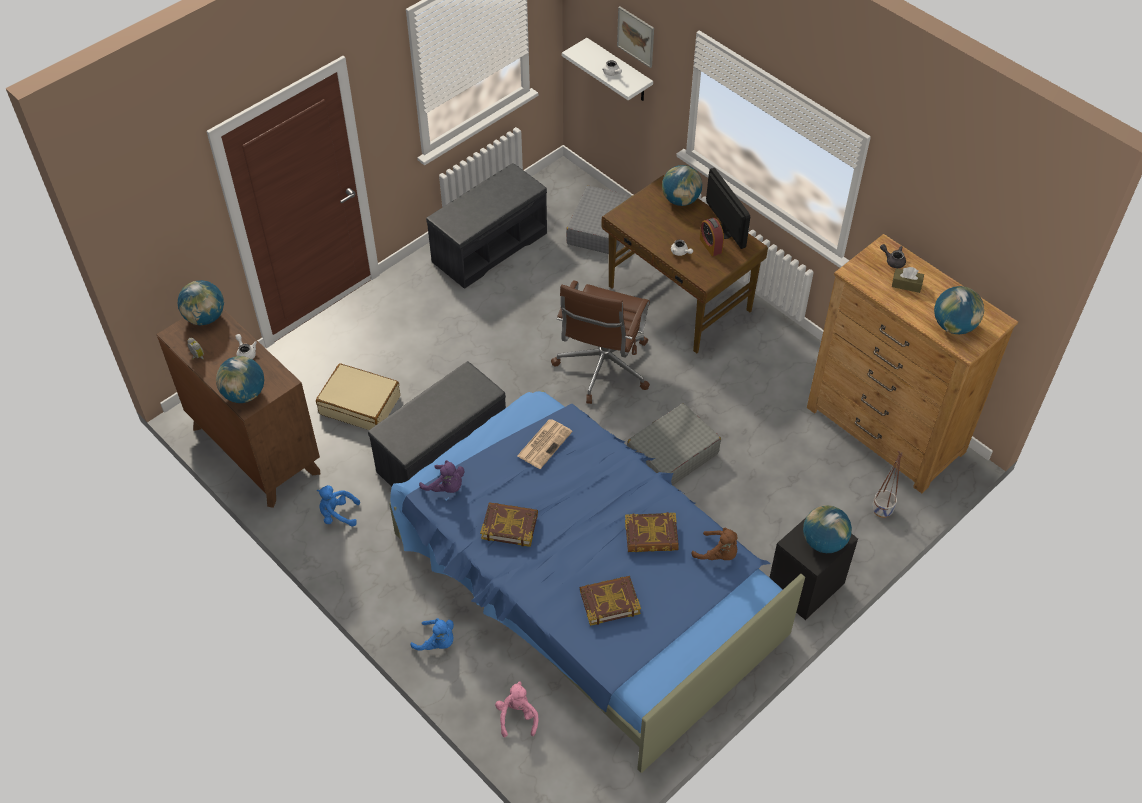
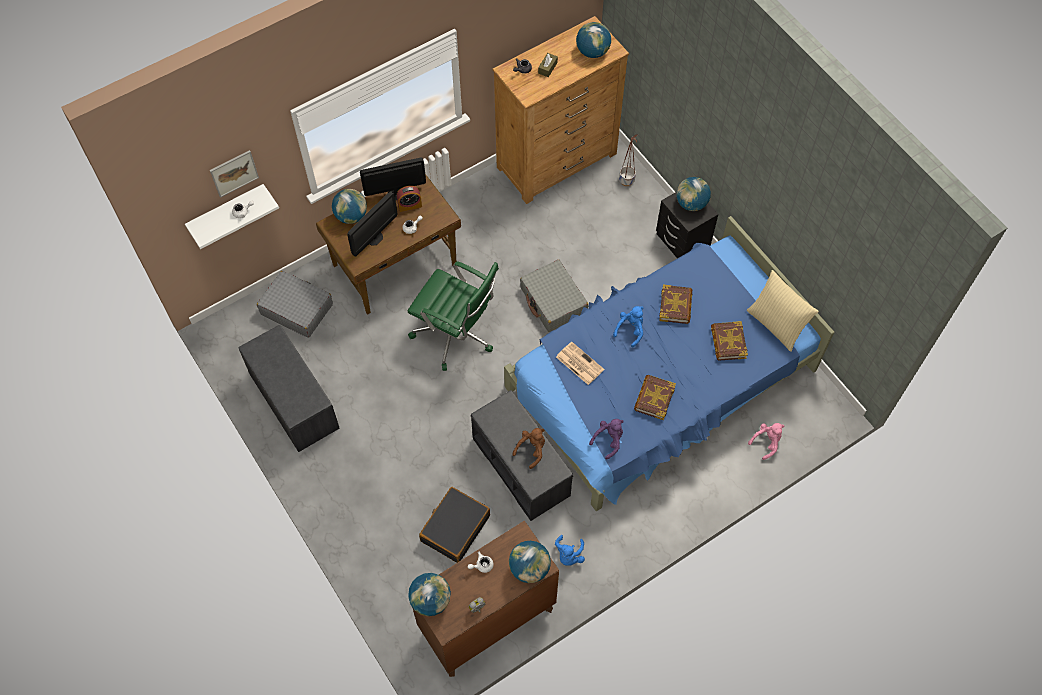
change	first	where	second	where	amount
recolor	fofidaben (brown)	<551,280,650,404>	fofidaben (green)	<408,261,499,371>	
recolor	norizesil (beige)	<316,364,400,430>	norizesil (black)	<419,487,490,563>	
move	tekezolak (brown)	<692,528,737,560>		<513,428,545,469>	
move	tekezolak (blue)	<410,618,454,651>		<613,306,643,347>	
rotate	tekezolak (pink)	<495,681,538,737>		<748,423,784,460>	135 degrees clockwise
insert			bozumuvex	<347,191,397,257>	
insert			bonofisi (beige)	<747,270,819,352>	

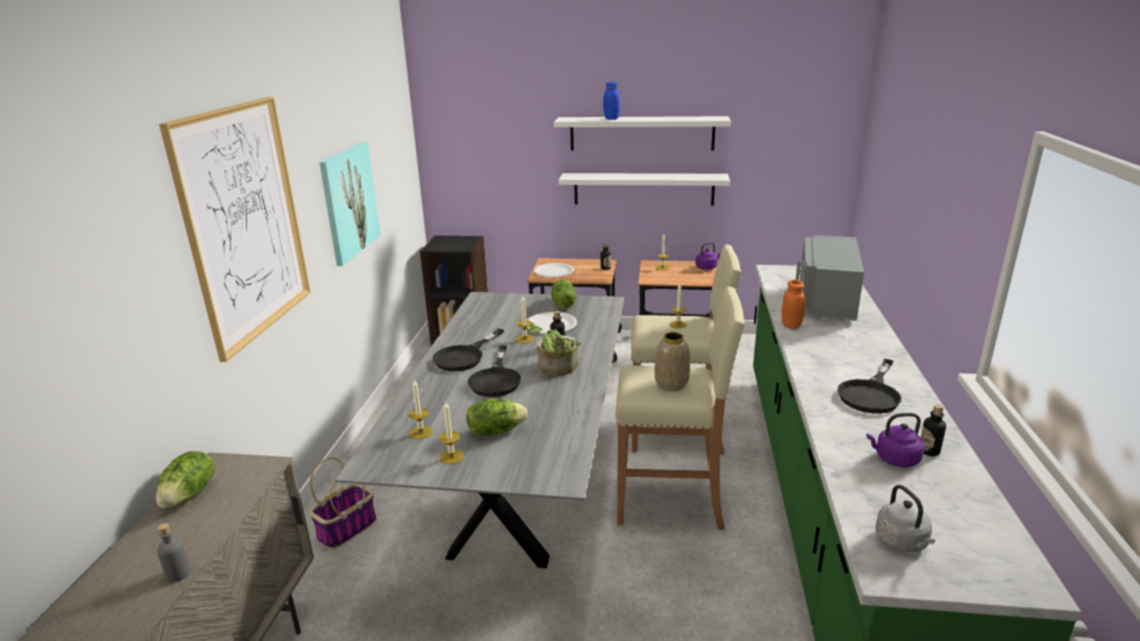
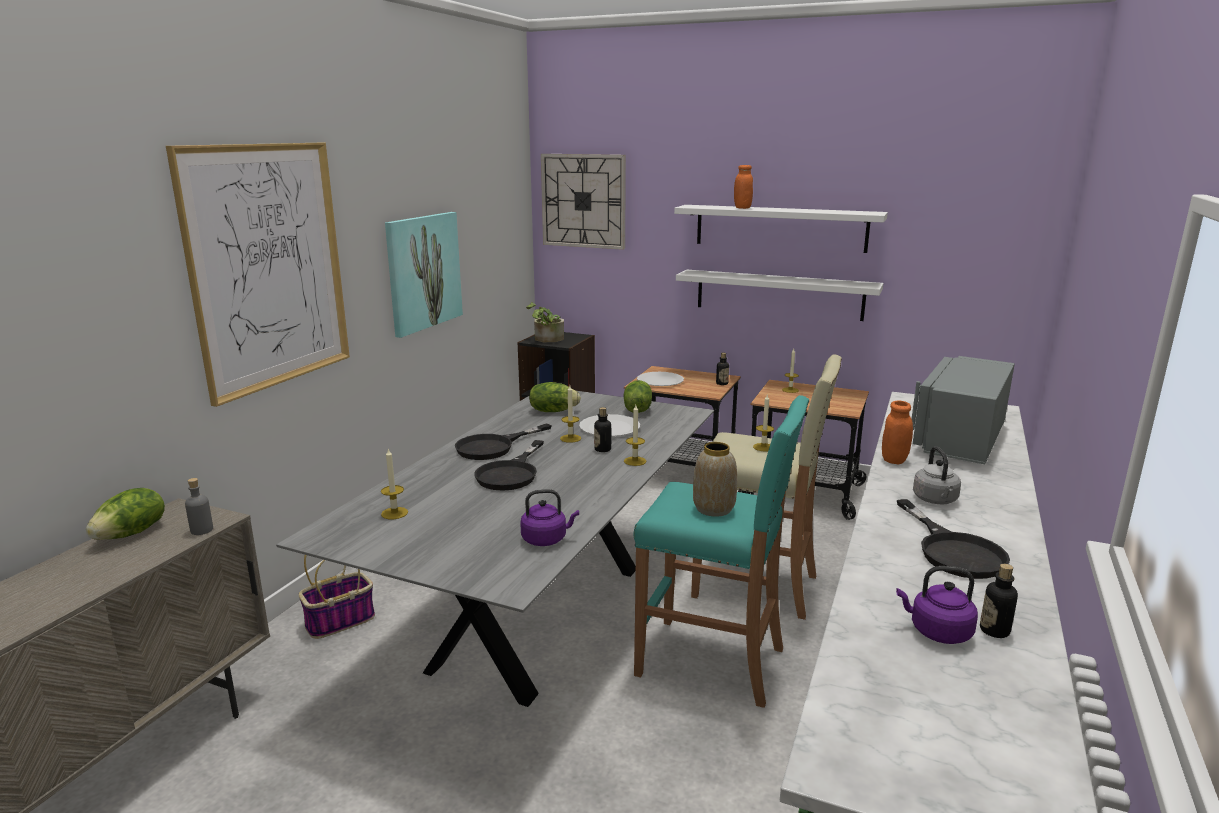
change	first	where	second	where	amount
recolor	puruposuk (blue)	<603,82,620,120>	puruposuk (orange)	<734,165,753,209>	
move	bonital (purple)	<695,242,721,270>		<520,489,579,546>	
recolor	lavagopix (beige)	<615,286,745,530>	lavagopix (turquoise)	<634,395,809,708>	
move	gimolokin	<528,323,581,376>		<526,302,564,342>	
rotate	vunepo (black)	<837,359,902,414>		<897,499,1010,579>	60 degrees counterclockwise
move	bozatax	<467,399,528,436>		<529,382,581,412>	
move	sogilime	<439,401,464,464>		<624,405,646,466>	
move	bonital (grey)	<875,485,935,552>		<913,446,961,504>	
move	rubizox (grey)	<157,523,191,582>		<185,478,213,535>	
insert			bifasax	<541,154,626,250>	

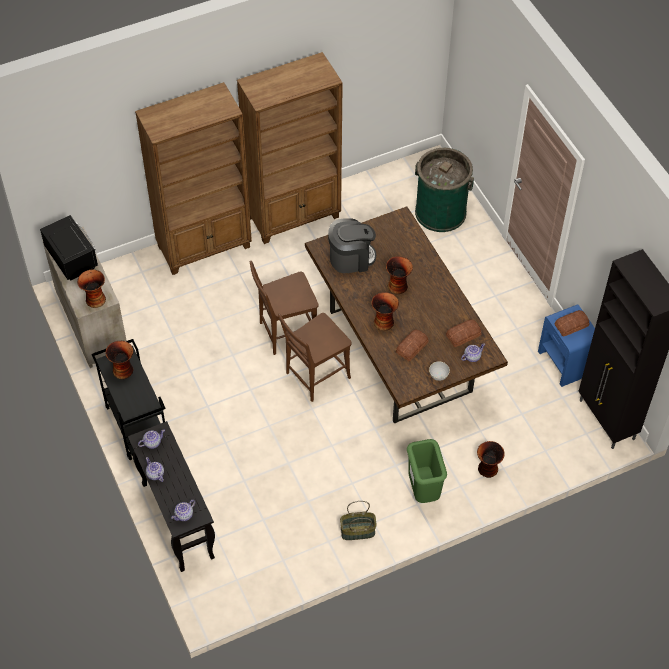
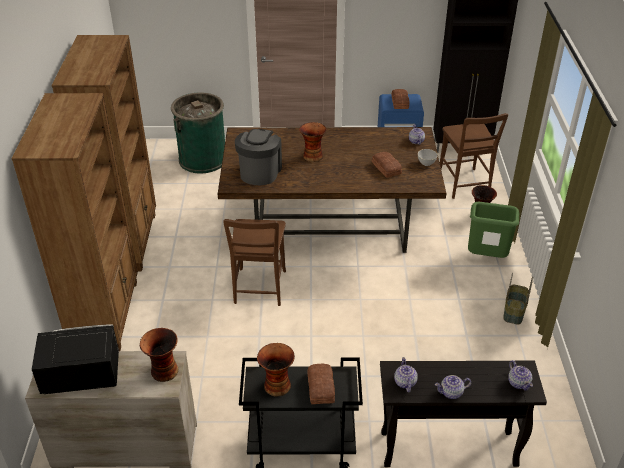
change	first	where	second	where	amount
delete	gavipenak	<371,292,399,331>			
move	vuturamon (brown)	<278,313,352,402>		<440,113,508,199>	
move	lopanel	<446,319,482,347>		<308,363,335,404>	

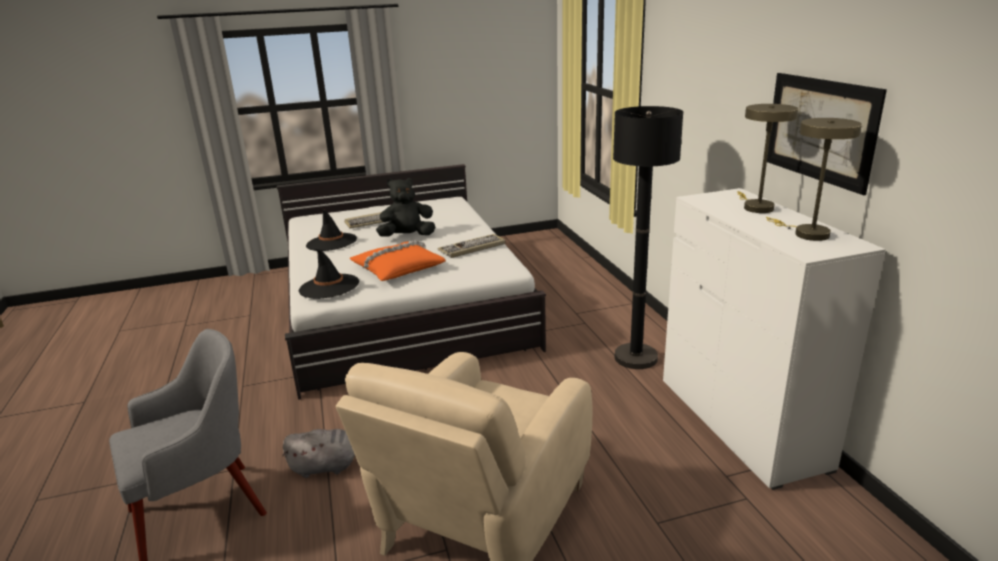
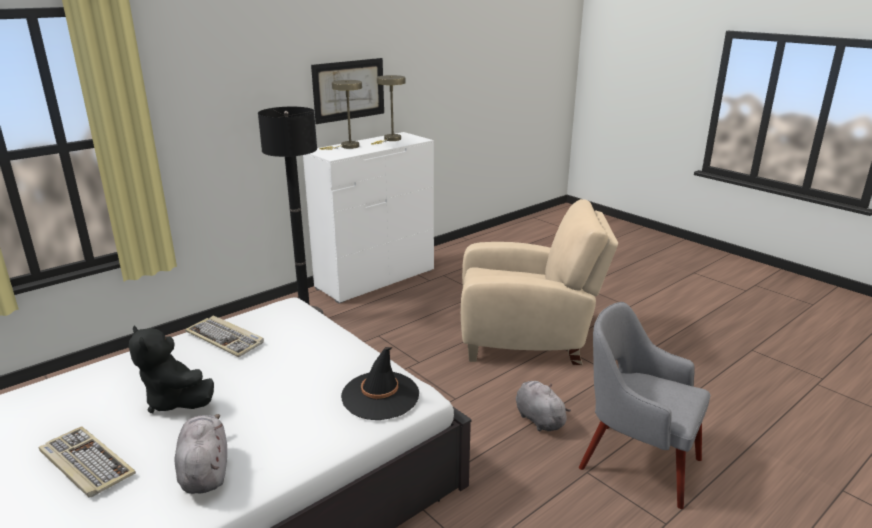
change	first	where	second	where	amount
replace	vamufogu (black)	<306,210,357,251>	tekezolak (grey)	<174,414,227,494>	
delete	bonofisi (orange)	<349,241,446,281>			

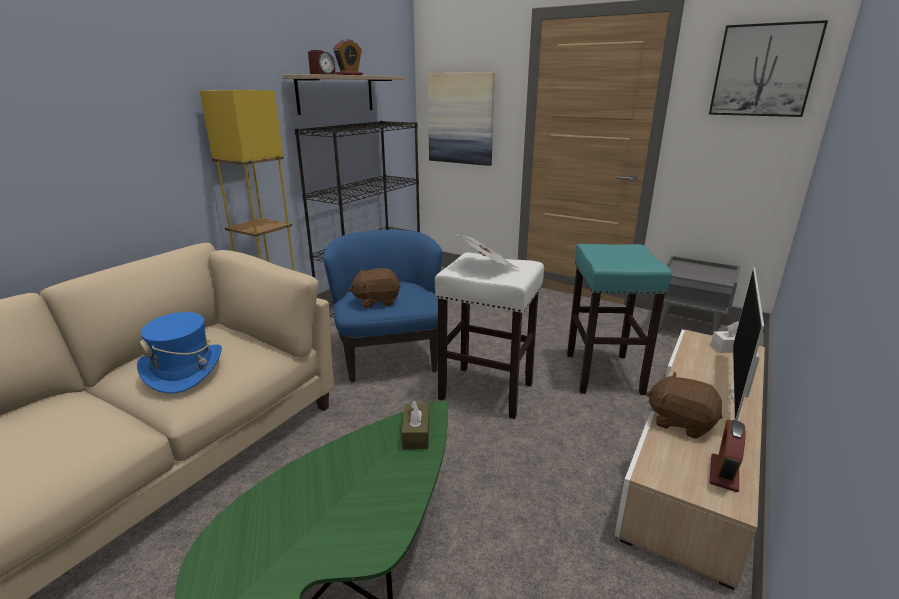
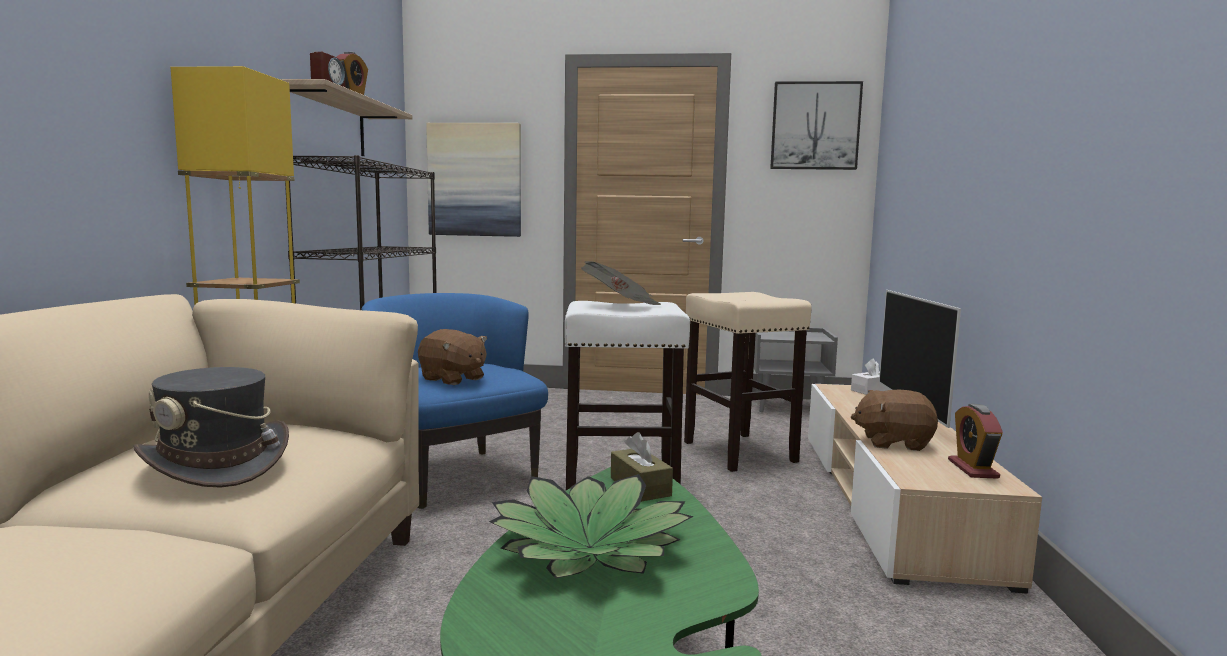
change	first	where	second	where	amount
recolor	lavagopix (turquoise)	<567,244,672,395>	lavagopix (beige)	<684,292,812,472>	
rotate	tekezolak (brown)	<349,268,401,308>		<418,329,487,385>	105 degrees counterclockwise
recolor	vamufogu (blue)	<137,312,222,393>	vamufogu (grey)	<133,367,289,488>	
insert			gimolokin	<489,474,694,579>	

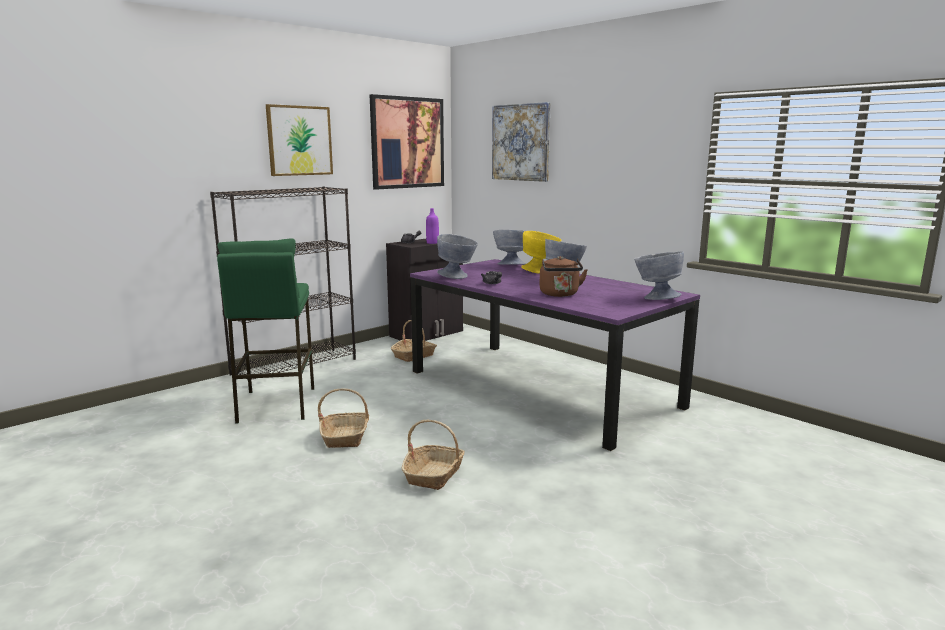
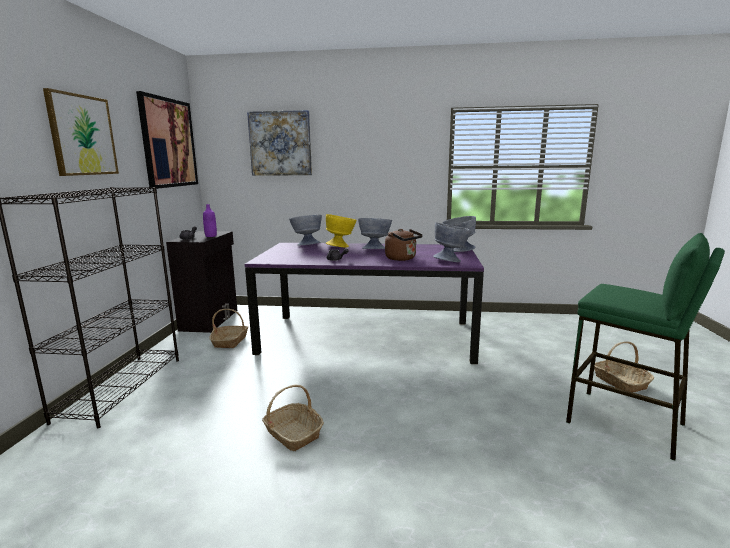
change	first	where	second	where	amount
move	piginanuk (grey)	<437,234,478,279>		<433,222,472,262>	
move	lavagopix (green)	<217,238,314,424>		<566,233,725,461>	
move	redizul	<402,420,465,490>		<594,342,654,392>	

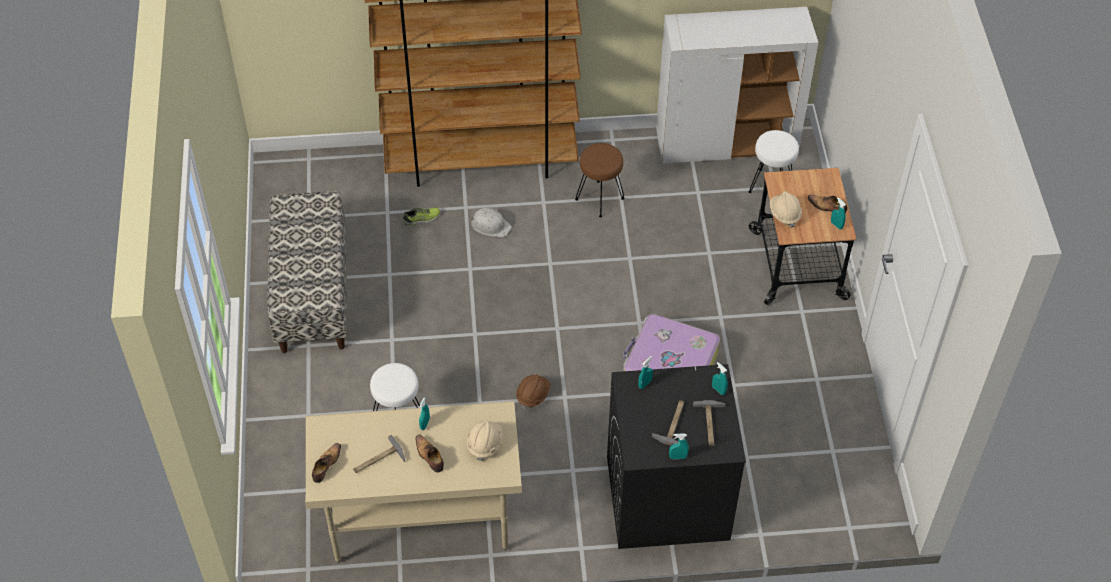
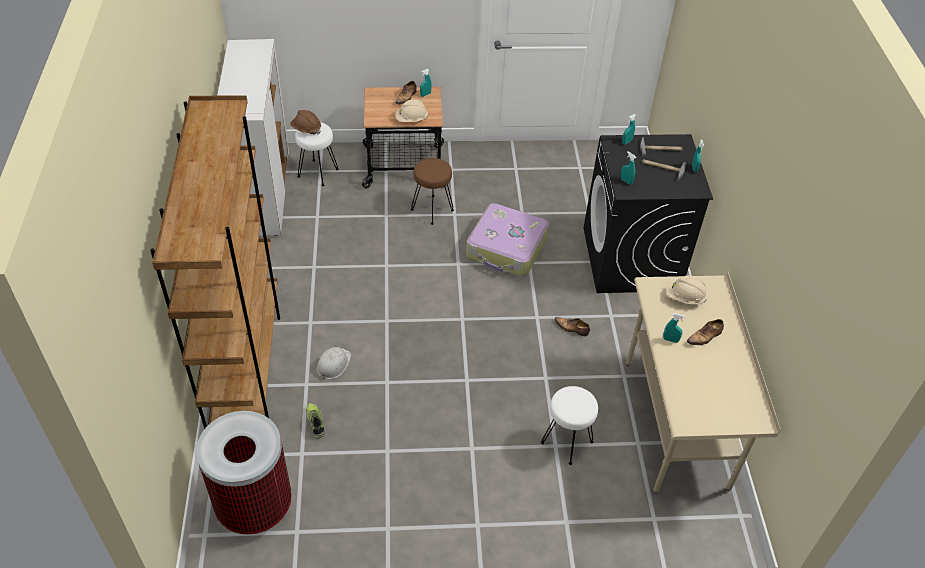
change	first	where	second	where	amount
move	lavagopix (brown)	<575,143,624,217>		<411,158,454,225>	
delete	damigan	<267,191,347,353>			
move	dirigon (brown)	<516,374,551,410>		<290,110,321,135>	
delete	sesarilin	<353,435,405,473>			
move	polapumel	<312,443,341,483>		<555,317,590,336>	
insert			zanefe	<196,411,292,535>	

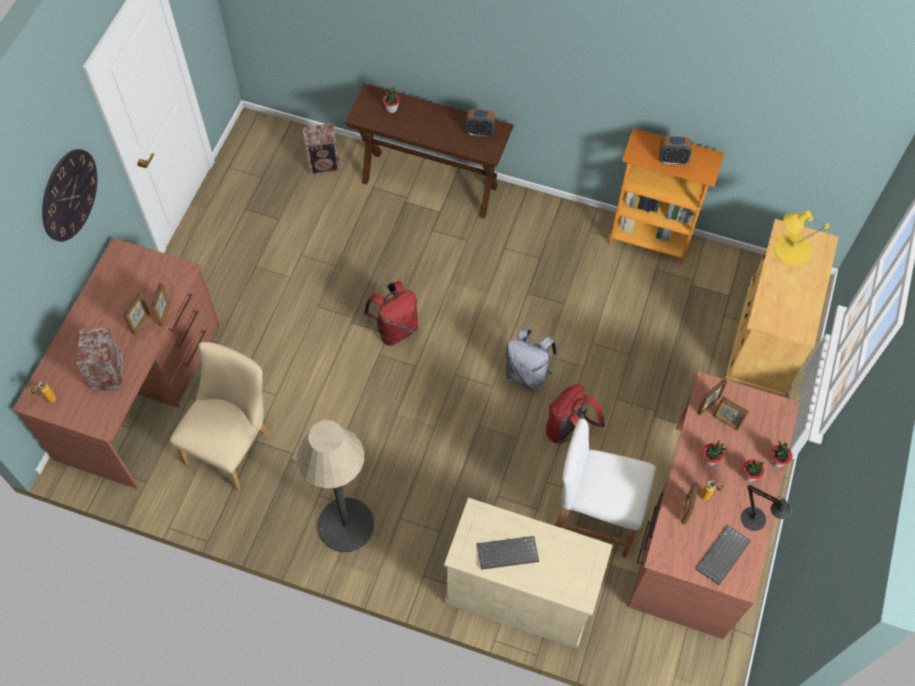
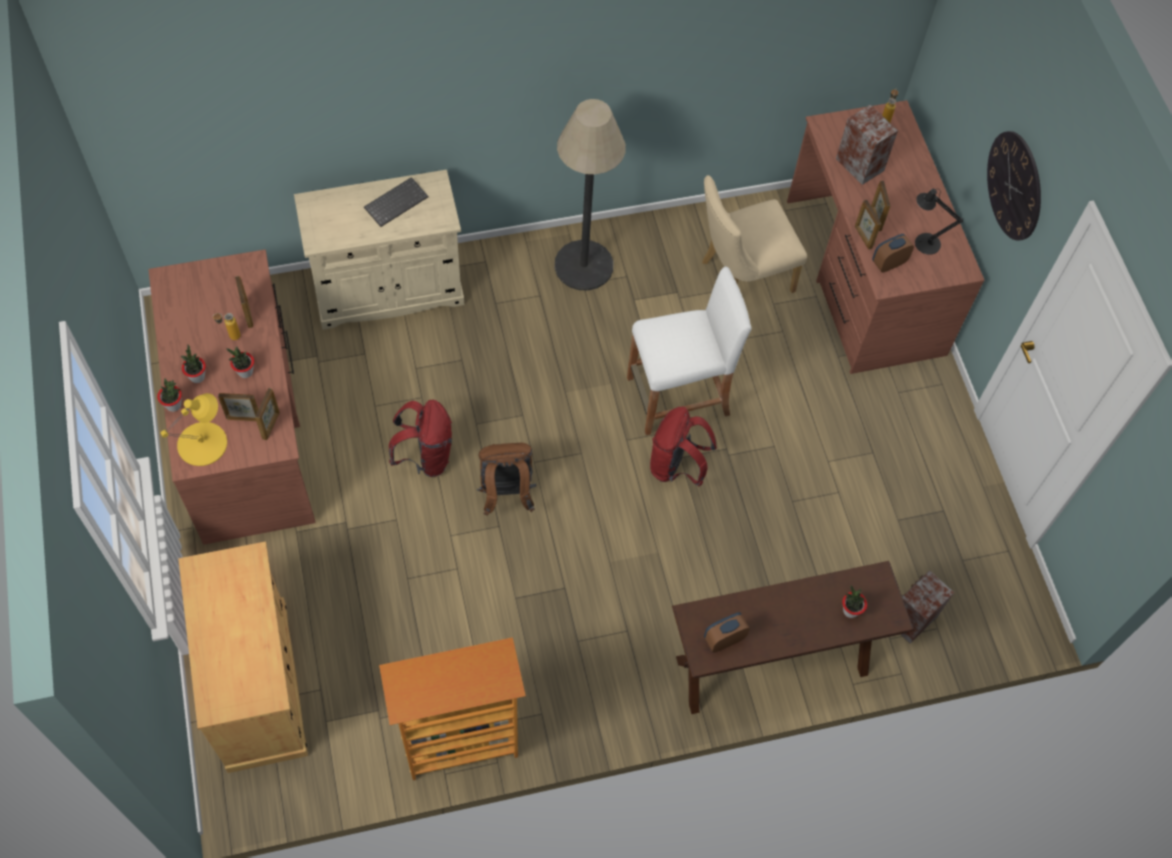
change	first	where	second	where	amount
move	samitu	<659,136,692,165>		<872,234,914,272>	
move	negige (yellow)	<773,210,830,266>		<161,393,227,466>	
recolor	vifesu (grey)	<505,328,558,391>	vifesu (brown)	<476,443,536,516>	
rotate	vuturamon (beige)	<170,342,271,491>		<702,175,807,293>	75 degrees clockwise
move	lavagopix (white)	<554,418,656,558>		<627,266,752,435>	
move	negige (black)	<741,485,792,531>		<915,189,963,255>	
delete	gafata	<695,525,751,585>			

